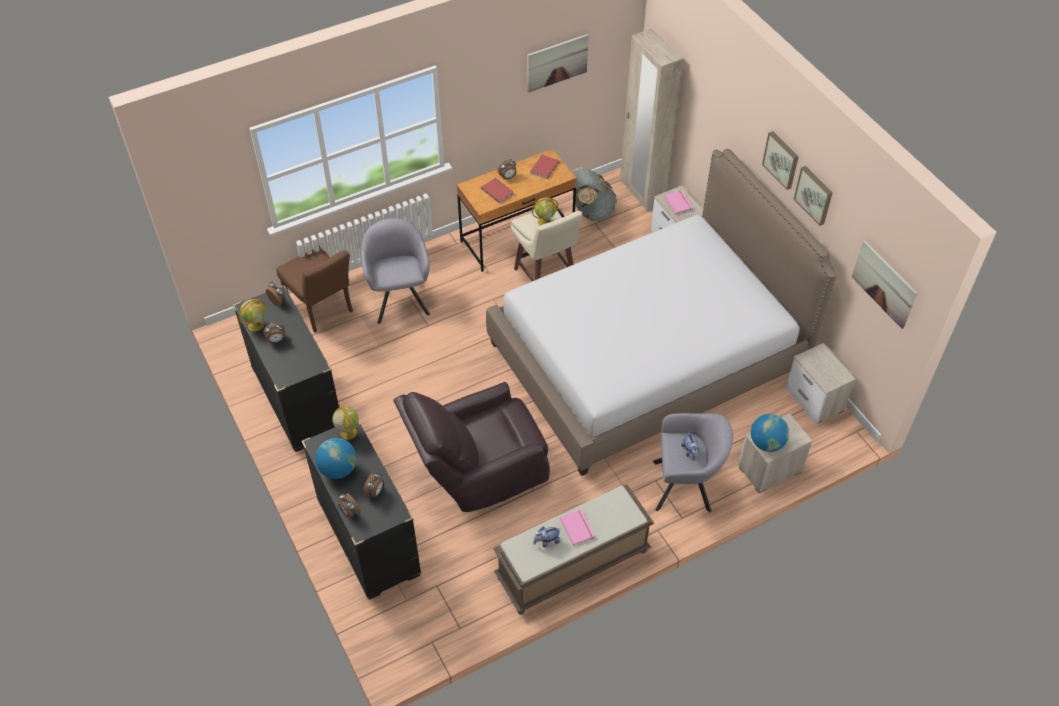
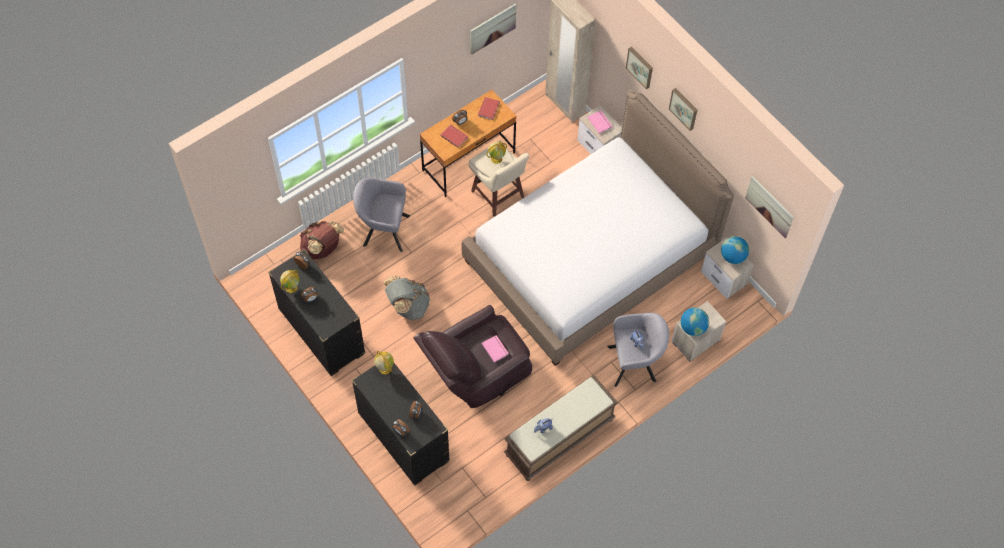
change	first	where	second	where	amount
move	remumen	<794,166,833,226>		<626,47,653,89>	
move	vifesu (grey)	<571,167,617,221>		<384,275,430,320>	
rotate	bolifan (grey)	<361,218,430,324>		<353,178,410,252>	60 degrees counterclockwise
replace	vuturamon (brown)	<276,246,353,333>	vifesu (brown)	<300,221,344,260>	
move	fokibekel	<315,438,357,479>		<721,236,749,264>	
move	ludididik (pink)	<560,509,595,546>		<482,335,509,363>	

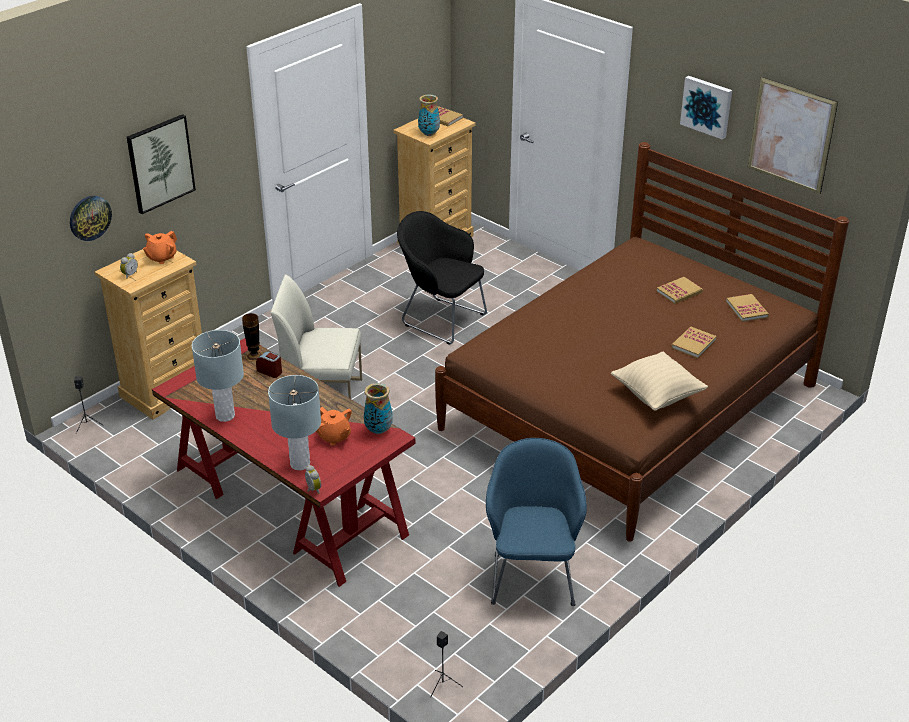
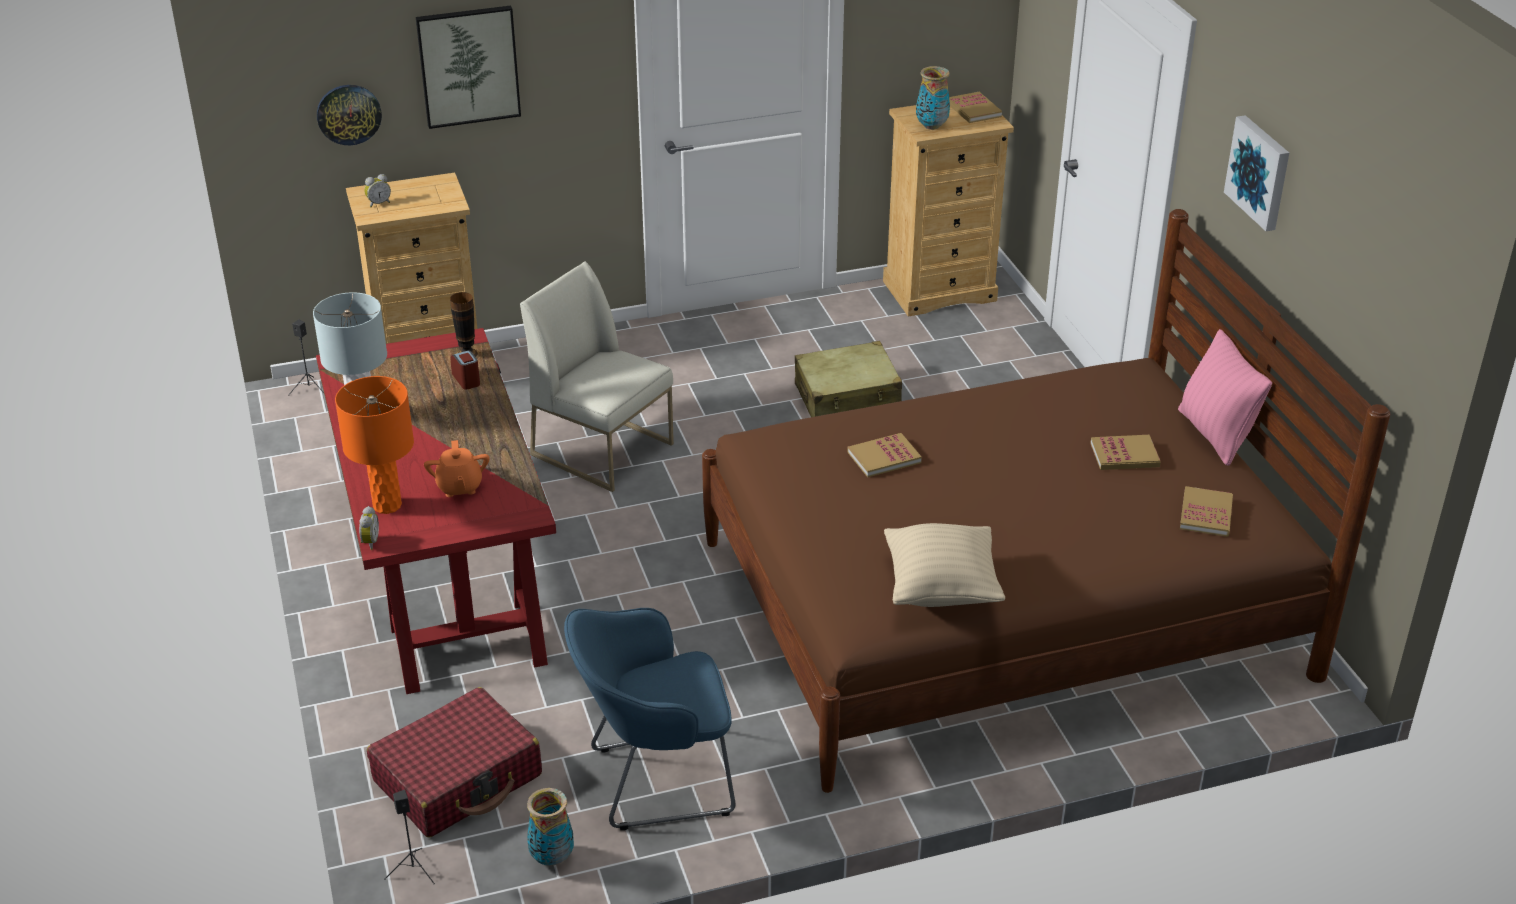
change	first	where	second	where	amount
delete	remumen	<748,77,838,194>			
replace	bolifan (black)	<397,211,487,345>	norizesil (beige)	<795,341,902,417>	
delete	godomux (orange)	<143,231,177,264>			
move	ludididik	<671,327,716,358>		<847,433,922,478>	
recolor	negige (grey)	<268,375,321,470>	negige (orange)	<335,376,414,514>	
move	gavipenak	<364,383,393,434>		<527,788,574,866>	
rotate	bolifan (blue)	<486,438,587,606>		<564,608,735,830>	135 degrees counterclockwise
insert			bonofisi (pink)	<1178,329,1272,466>	
insert			norizesil (red)	<367,687,542,837>	

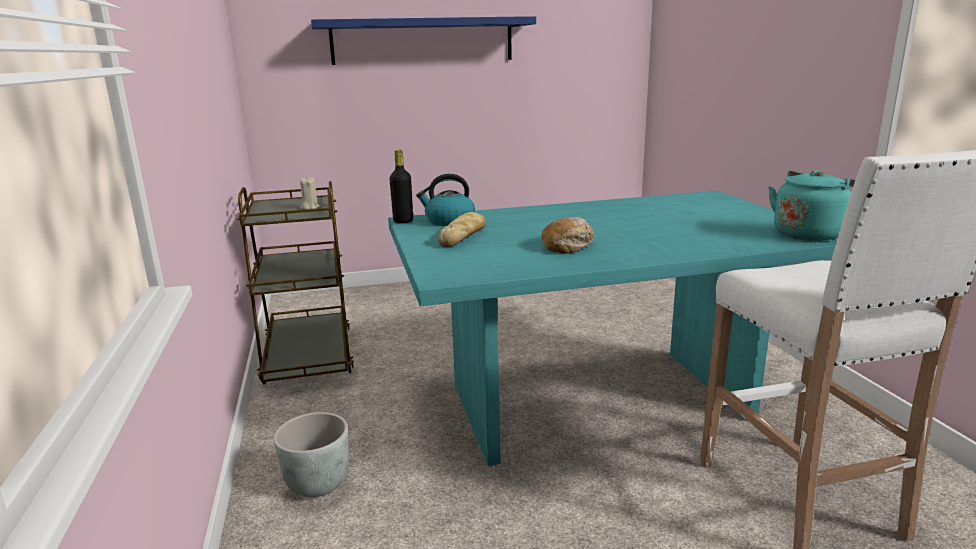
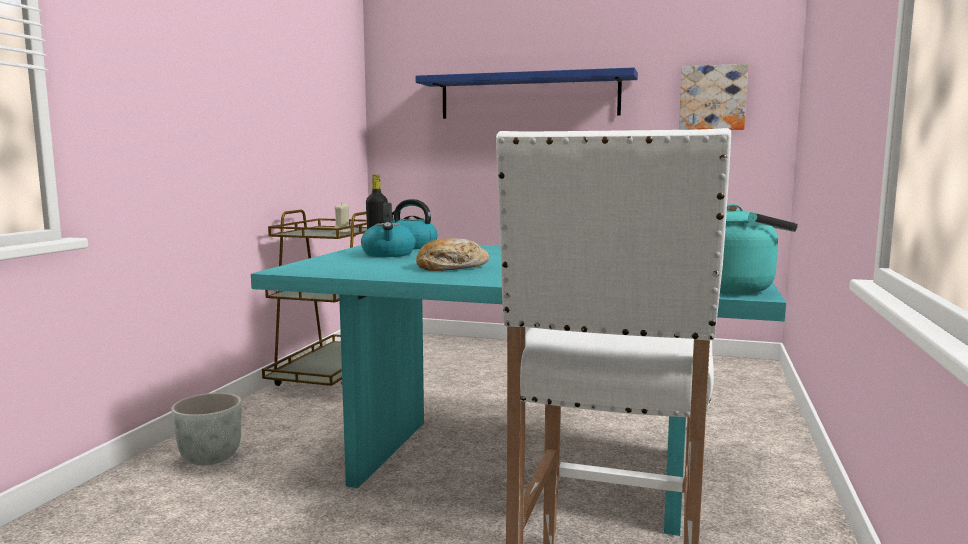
change	first	where	second	where	amount
replace	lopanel	<438,212,486,248>	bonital	<361,203,416,257>	
insert			remumen	<679,64,748,130>	

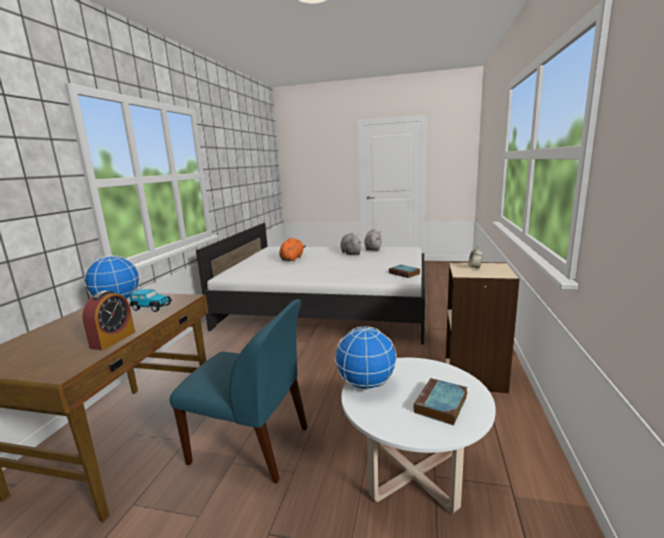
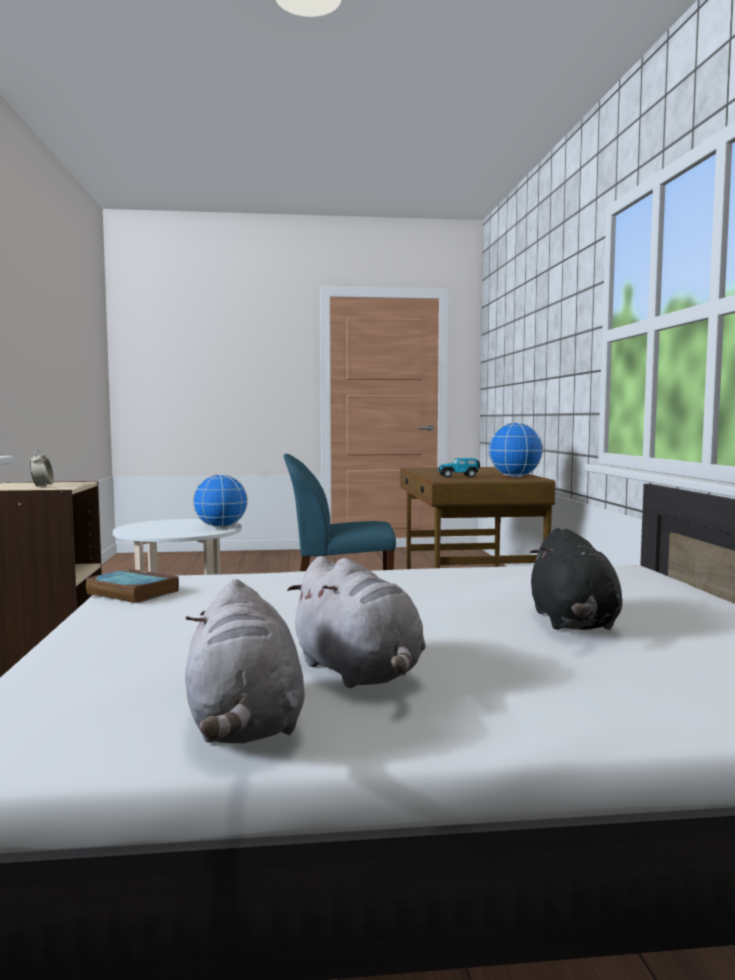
change	first	where	second	where	amount
recolor	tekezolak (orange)	<279,238,306,262>	tekezolak (black)	<530,528,622,630>	
delete	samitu	<82,291,135,350>			
delete	ludididik	<414,378,467,426>			

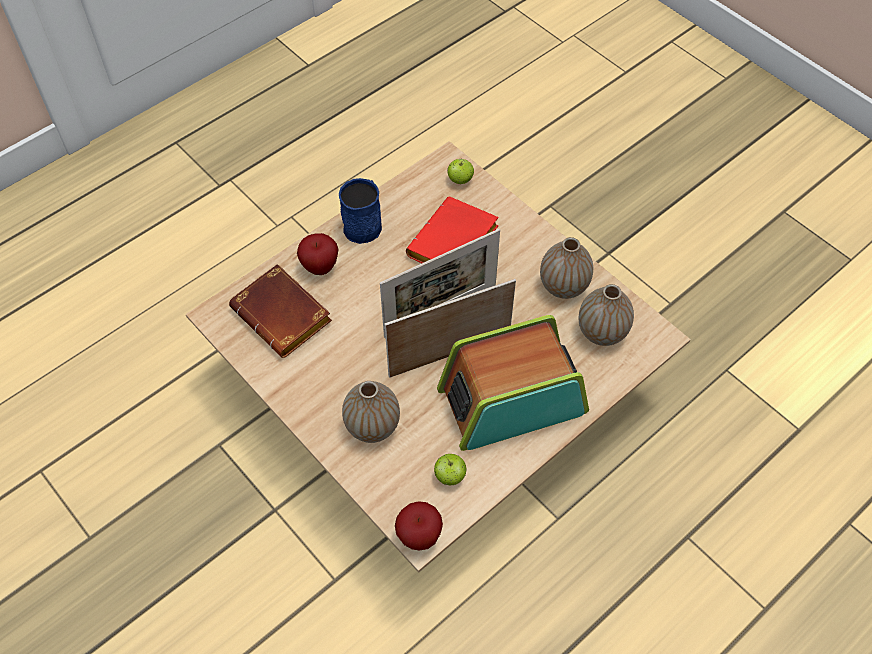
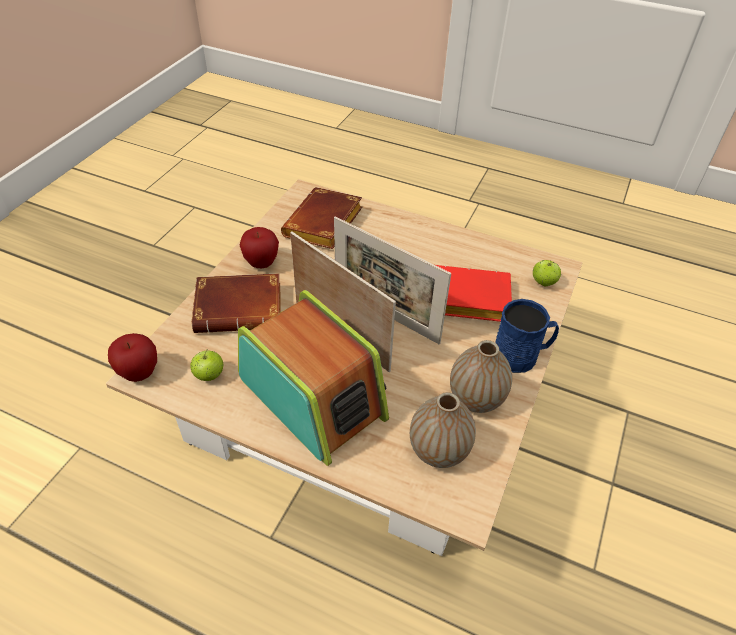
change	first	where	second	where	amount
move	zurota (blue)	<339,178,382,244>		<495,299,559,373>	
move	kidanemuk	<297,233,339,275>		<240,227,279,268>	
replace	gavipenak	<342,381,400,443>	ludididik (brown)	<192,273,280,333>	

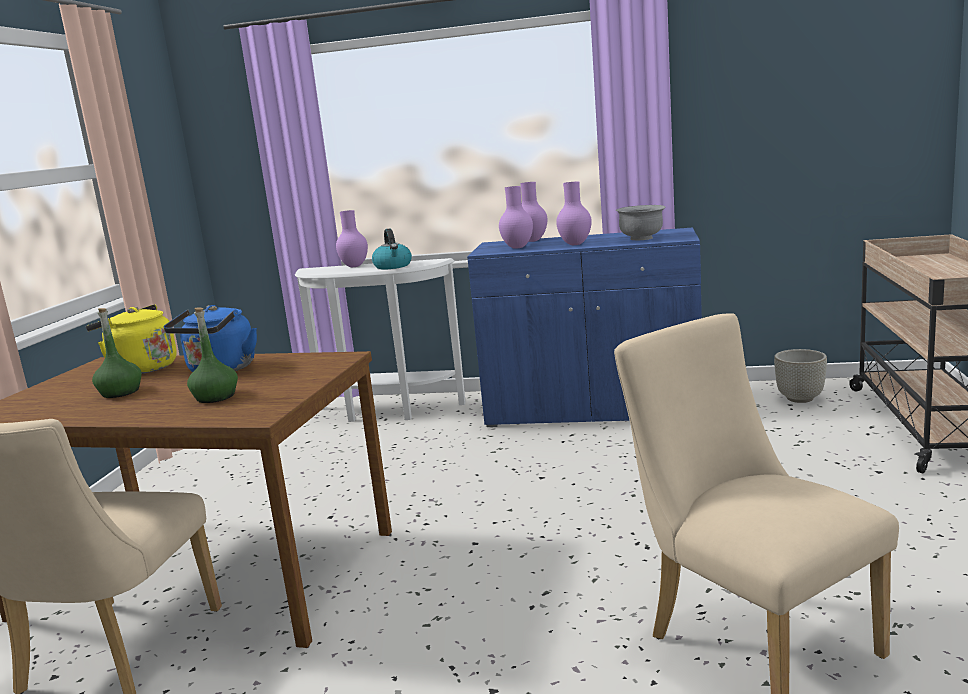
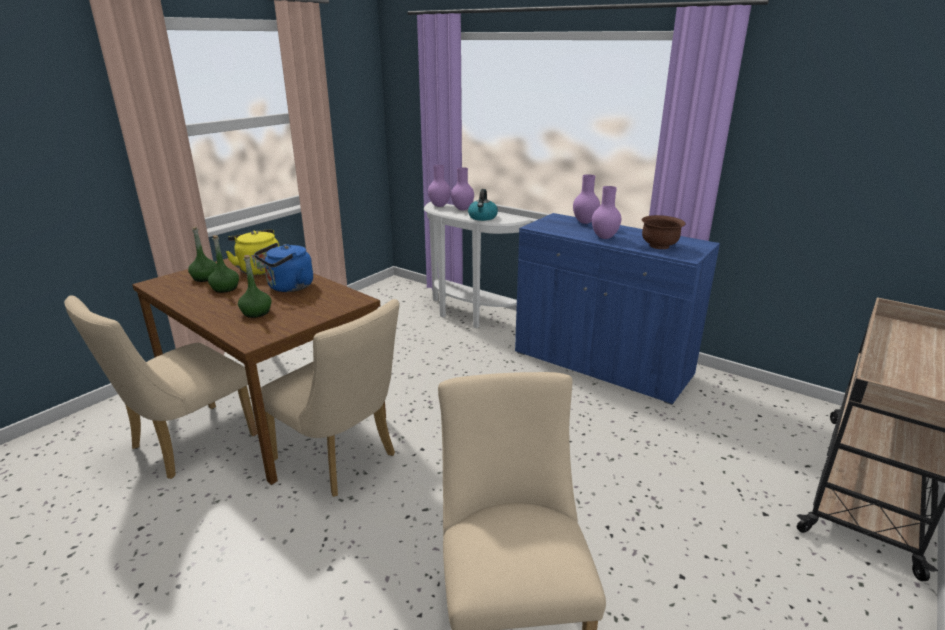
change	first	where	second	where	amount
move	gavipenak (purple)	<499,186,533,249>		<428,165,451,207>	
recolor	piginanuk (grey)	<616,205,666,240>	piginanuk (brown)	<642,215,685,249>	
delete	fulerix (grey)	<774,349,827,403>			
insert			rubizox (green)	<188,227,217,282>	
insert			vuturamon (beige)	<261,299,399,497>	

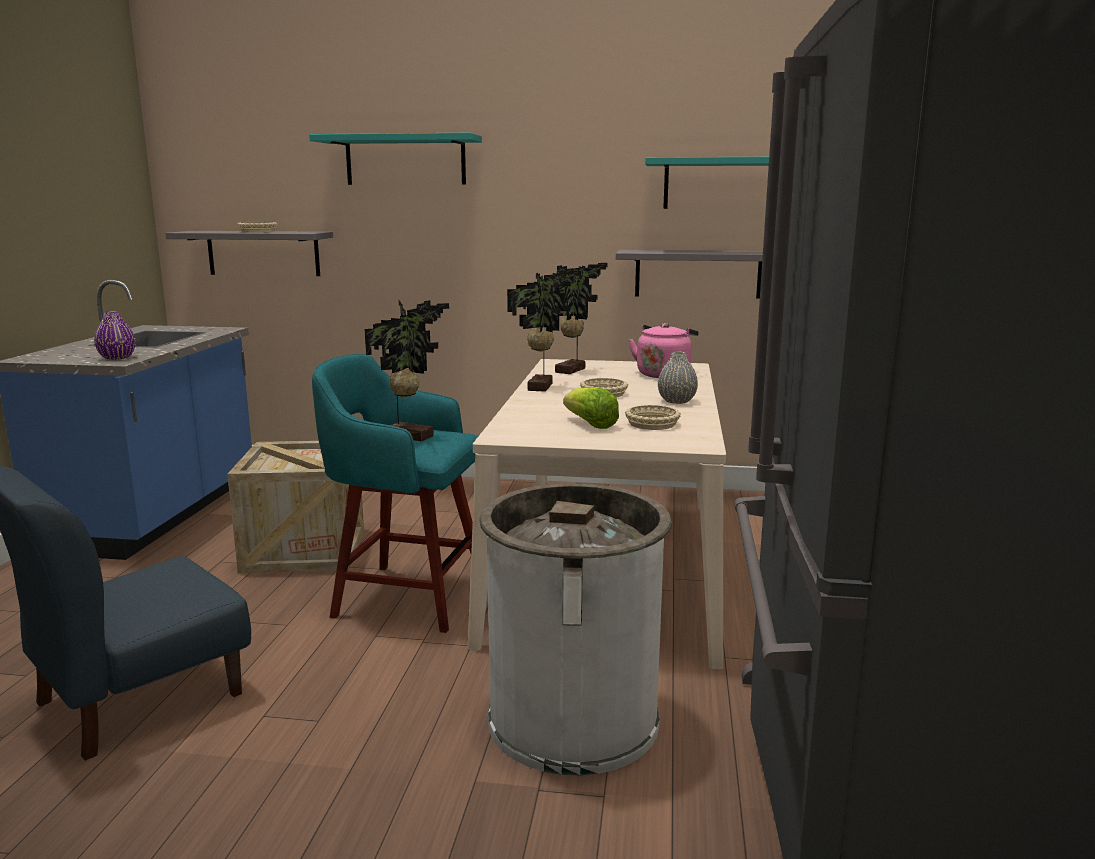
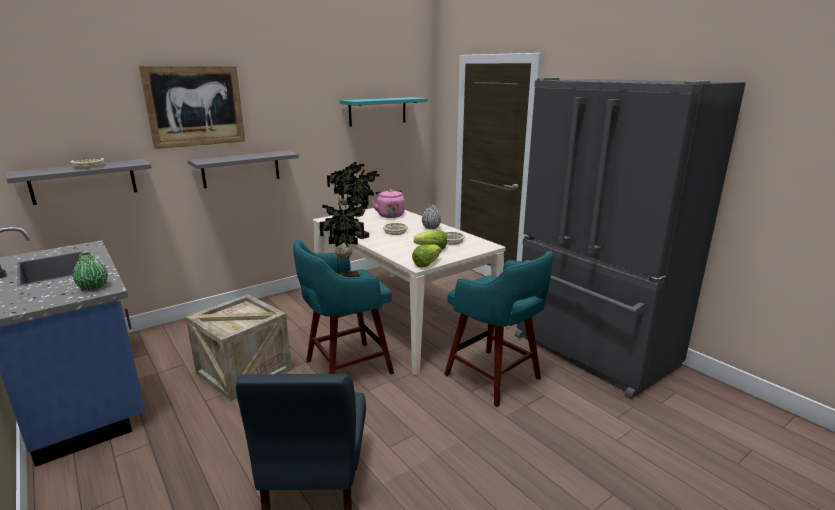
change	first	where	second	where	amount
replace	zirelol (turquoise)	<309,133,482,185>	remumen	<139,66,245,149>	
move	zirelol (grey)	<616,250,763,299>		<188,150,299,188>	
recolor	gavipenak (purple)	<94,311,136,360>	gavipenak (green)	<73,252,108,291>	
replace	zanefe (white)	<480,483,672,775>	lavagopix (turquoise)	<444,251,553,407>	
insert			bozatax	<412,244,441,268>	

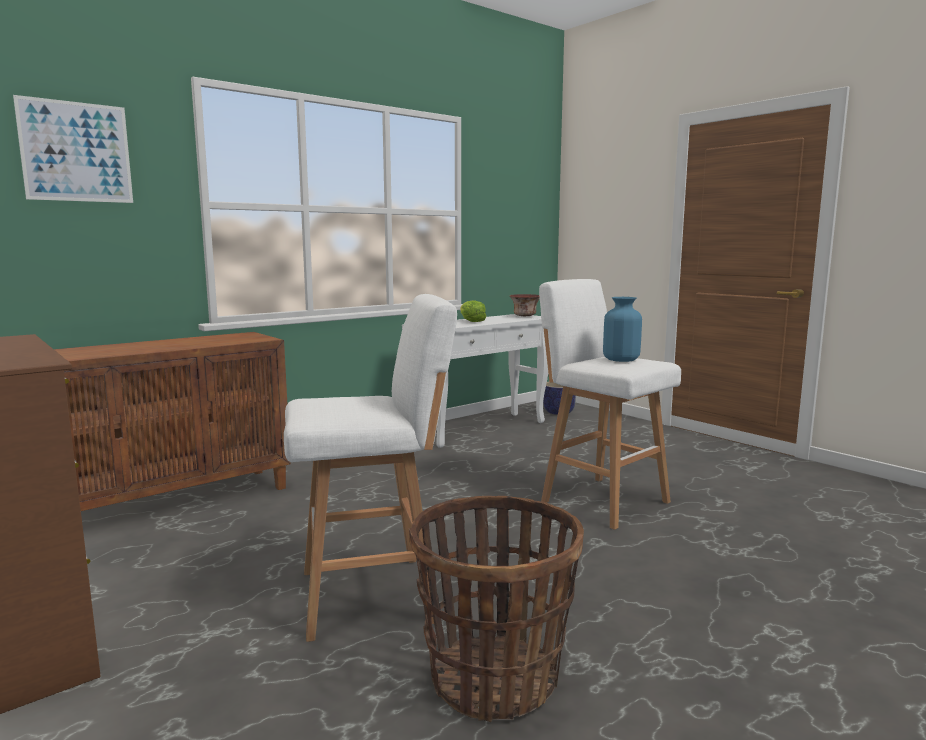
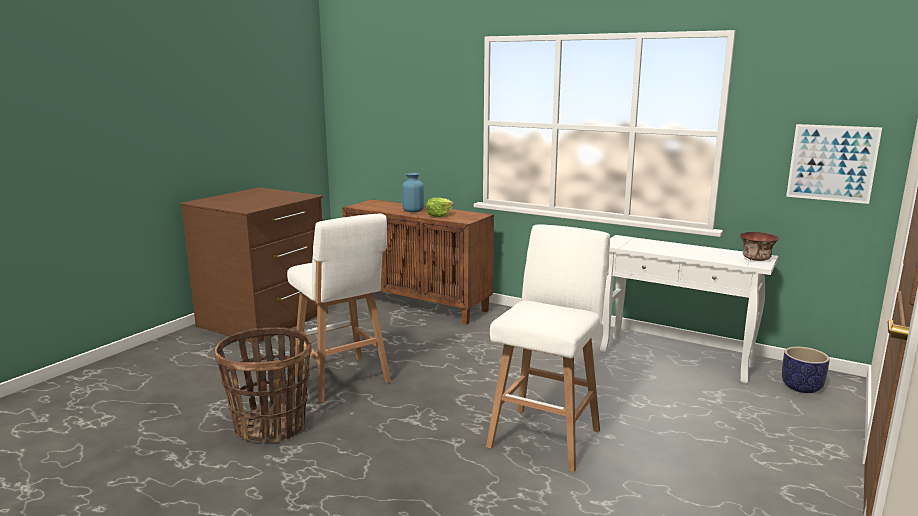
change	first	where	second	where	amount
move	remumen	<13,95,133,203>		<786,124,882,204>	
move	gavipenak (blue)	<603,297,642,362>		<402,173,424,212>	
move	bozatax	<460,300,486,322>		<426,198,454,217>	

